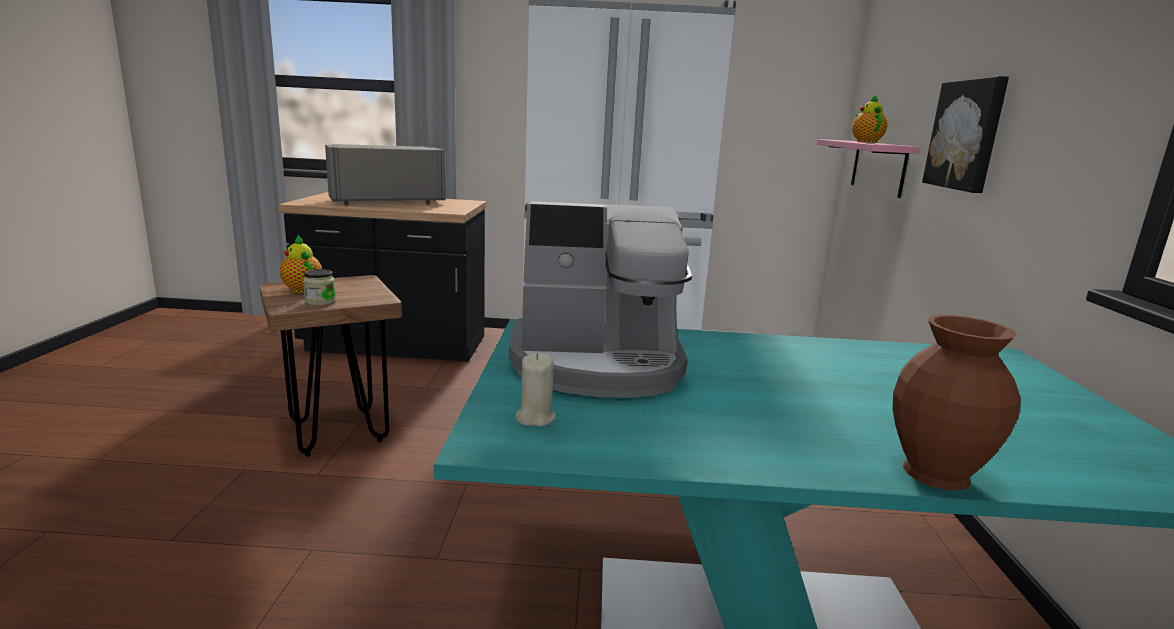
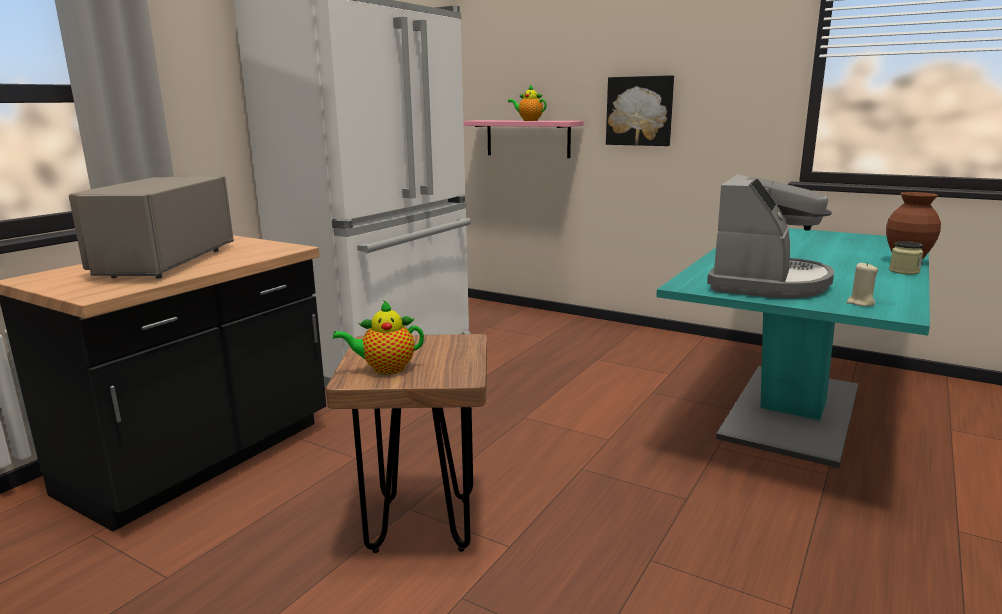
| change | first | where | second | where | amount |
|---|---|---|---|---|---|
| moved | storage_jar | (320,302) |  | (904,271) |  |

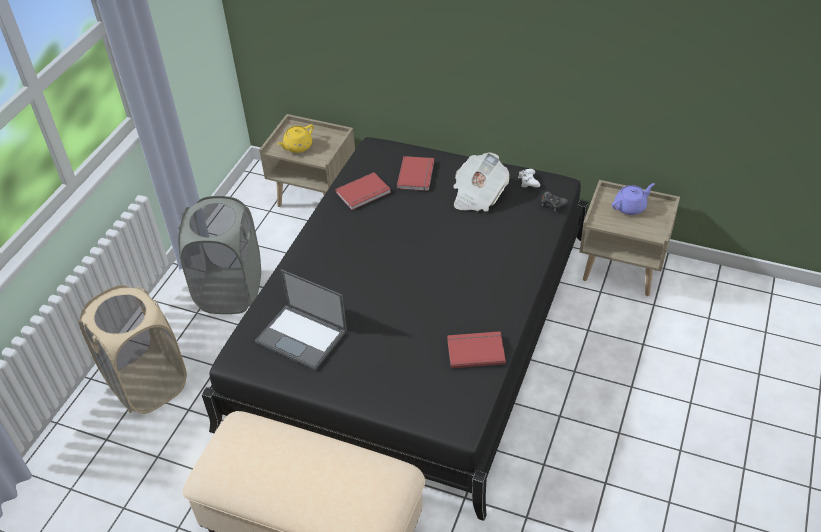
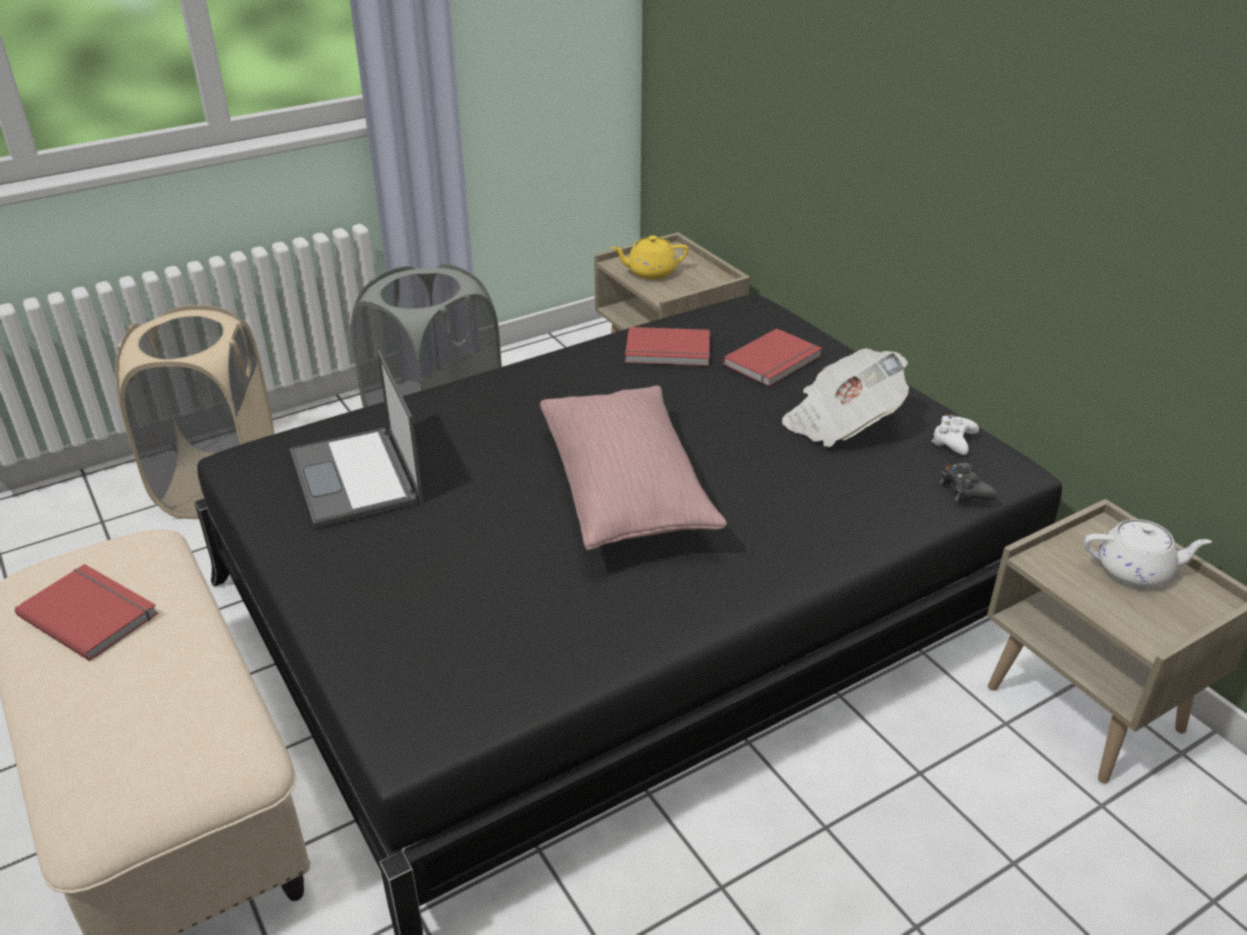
| change | first | where | second | where | amount |
|---|---|---|---|---|---|
| moved | red-coloured_volume | (475,350) |  | (91,613) |  |
| added |  |  | pinkish_cushion | (626,490) |  |
| recoloured | purplish_tea_pot | (630,207) | white-coloured_tea_pot | (1135,570) |  |

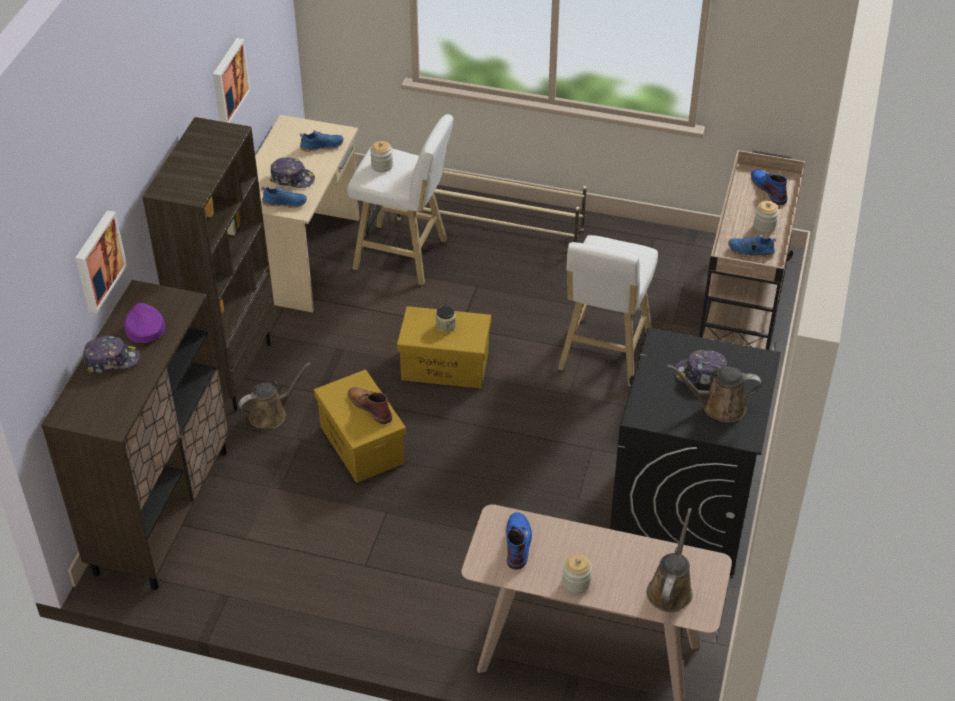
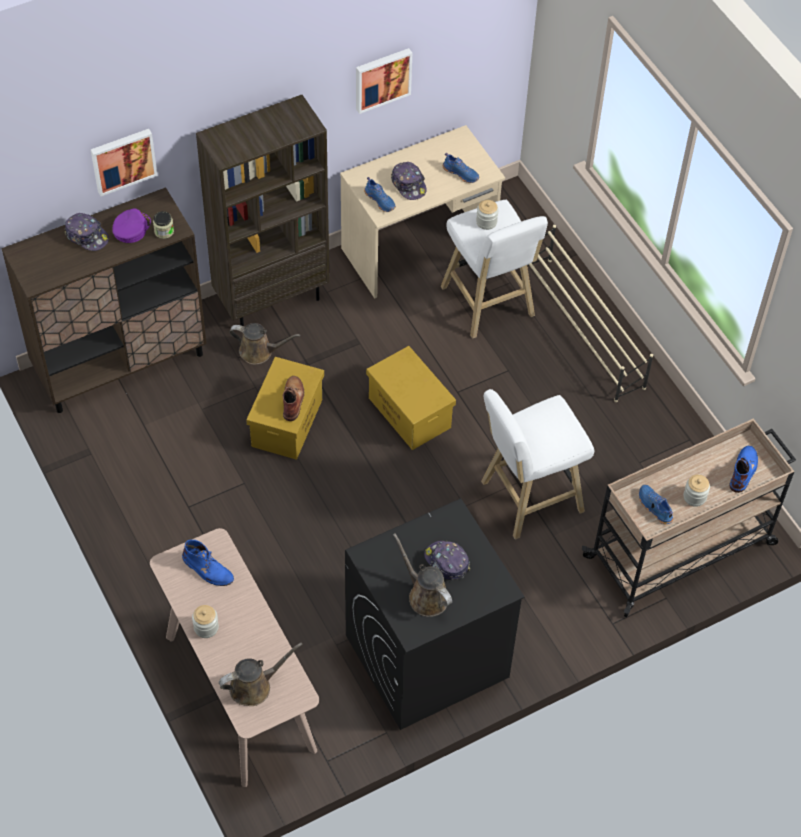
| change | first | where | second | where | amount |
|---|---|---|---|---|---|
| moved | storage_jar | (445,326) |  | (164,231) |  |
| turned | blue_boot | (517,542) |  | (208,569) | 75 degrees clockwise |

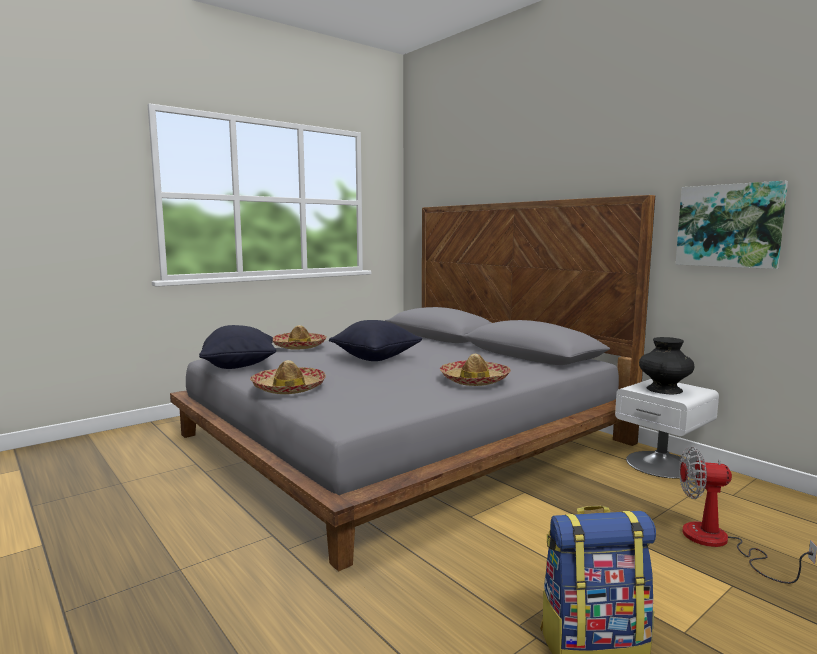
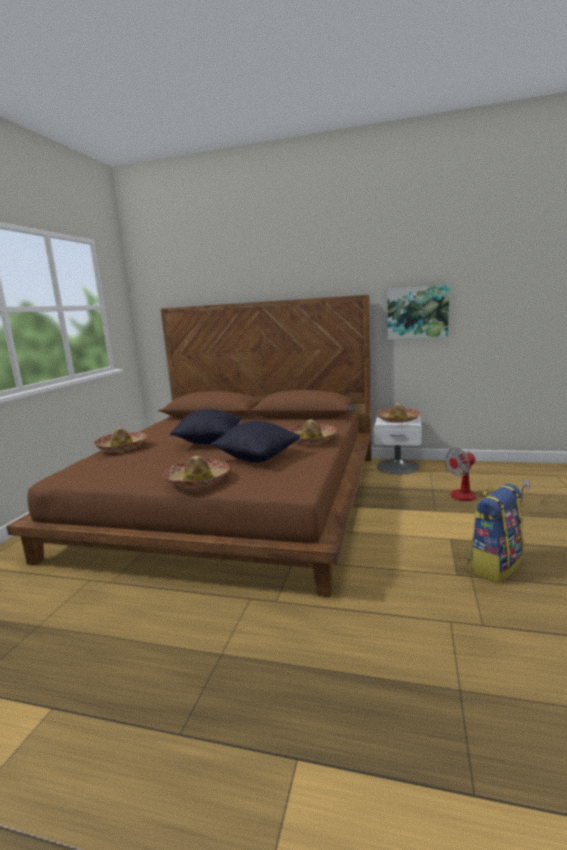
| change | first | where | second | where | amount |
|---|---|---|---|---|---|
| recoloured | greyish_bedroom_bed | (400,438) | brown-coloured_bedroom_bed | (231,501) |  |
| moved | black-coloured_cushion | (239,366) |  | (257,458) |  |
| replaced | black-coloured_vase | (664,389) | wearable_hat | (397,420) |  |

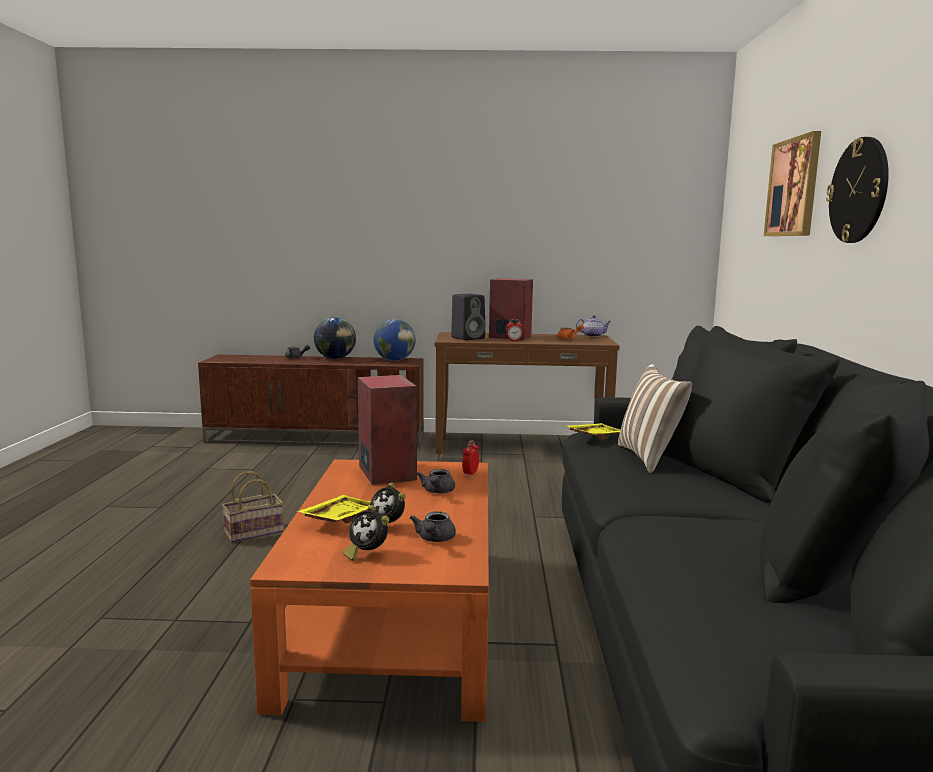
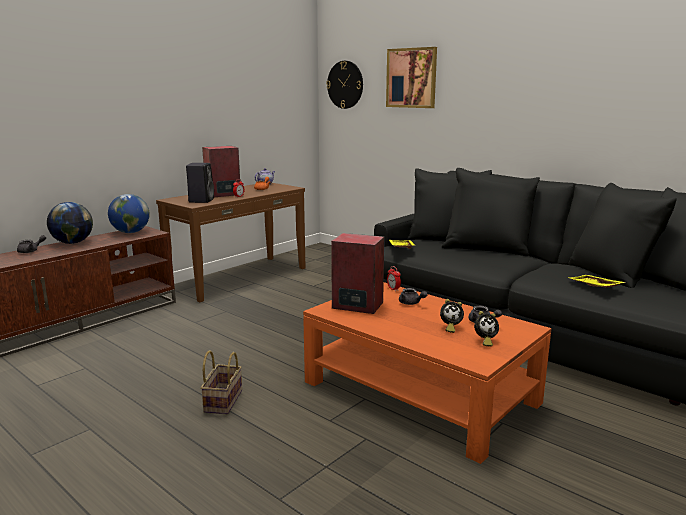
| change | first | where | second | where | amount |
|---|---|---|---|---|---|
| moved | wall_clock | (858,191) |  | (345,84) |  |
| moved | yellowish_tray | (339,518) |  | (594,287) |  |
| removed | cushion | (650,458) |  |  |  |

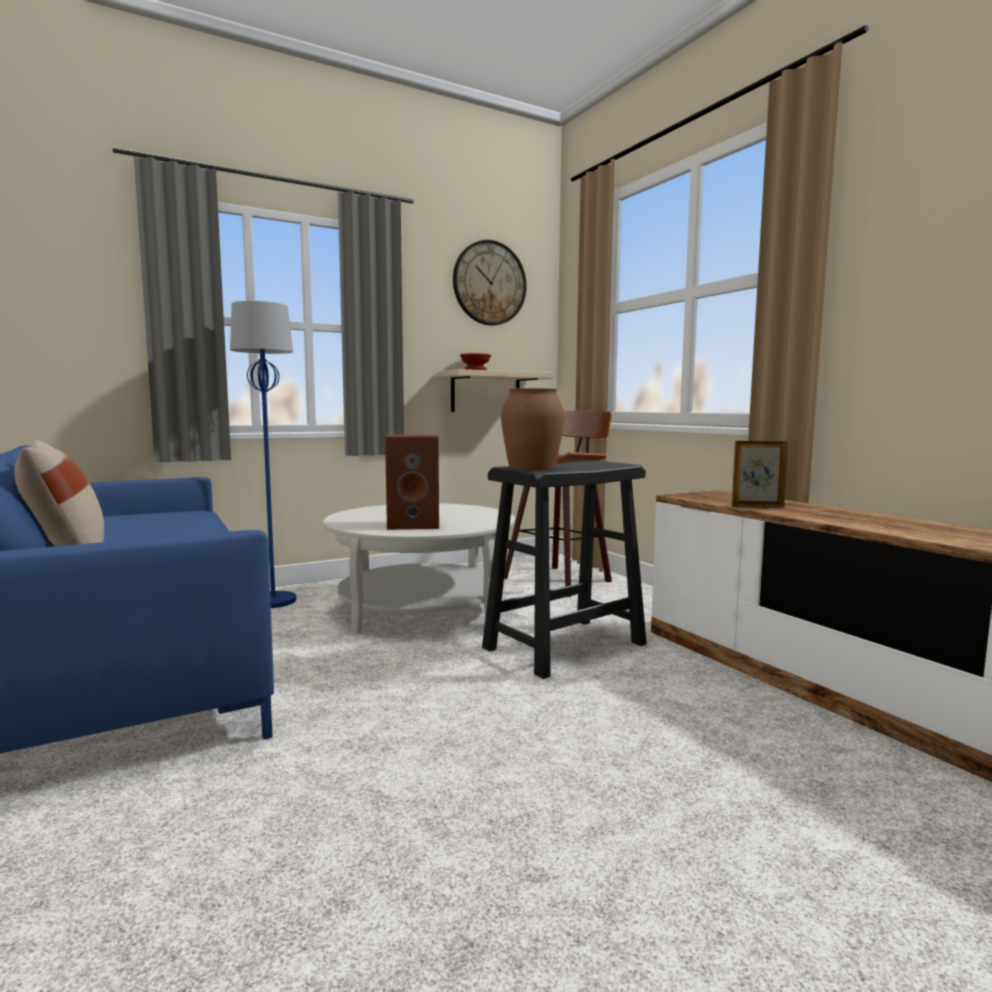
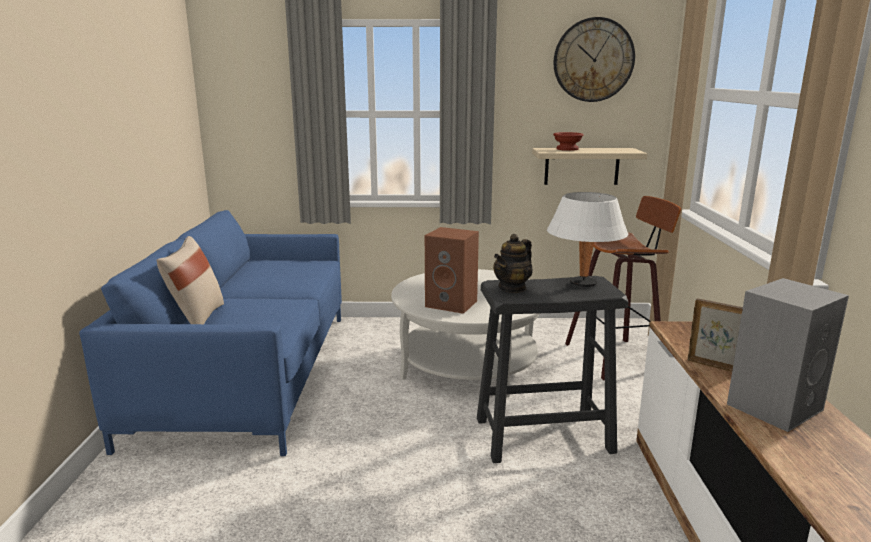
| change | first | where | second | where | amount |
|---|---|---|---|---|---|
| replaced | brown-coloured_vase | (532,467) | tea_pot | (512,288) |  |
| added |  |  | white-coloured_table_lamp | (582,284) |  |
| added |  |  | greyish_loudspeaker | (773,405) |  |
| removed | blue_standard_lamp | (273,601) |  |  |  |

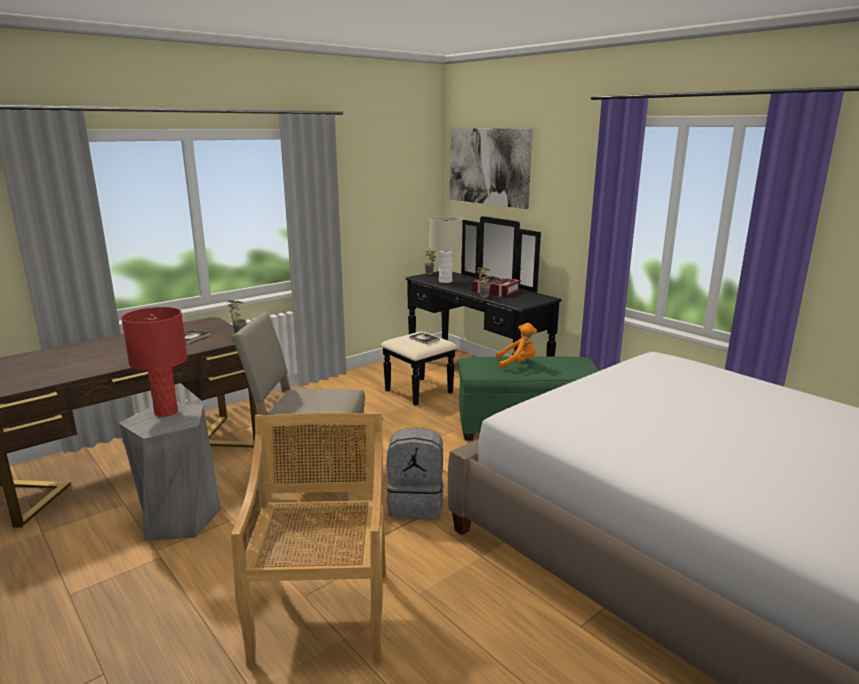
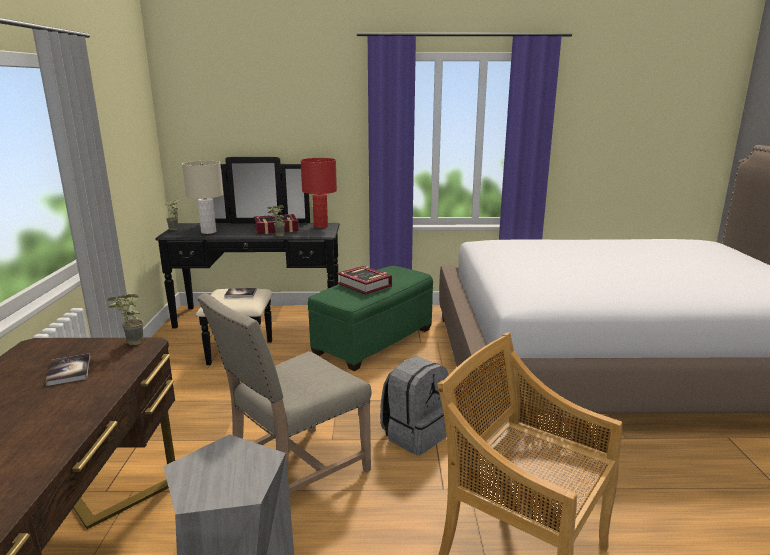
| change | first | where | second | where | amount |
|---|---|---|---|---|---|
| moved | red-coloured_table_lamp | (166,412) |  | (321,226) |  |
| replaced | orange-coloured_plush_toy | (517,364) | volume | (364,285) |  |
| removed | wall_picture | (488,166) |  |  |  |

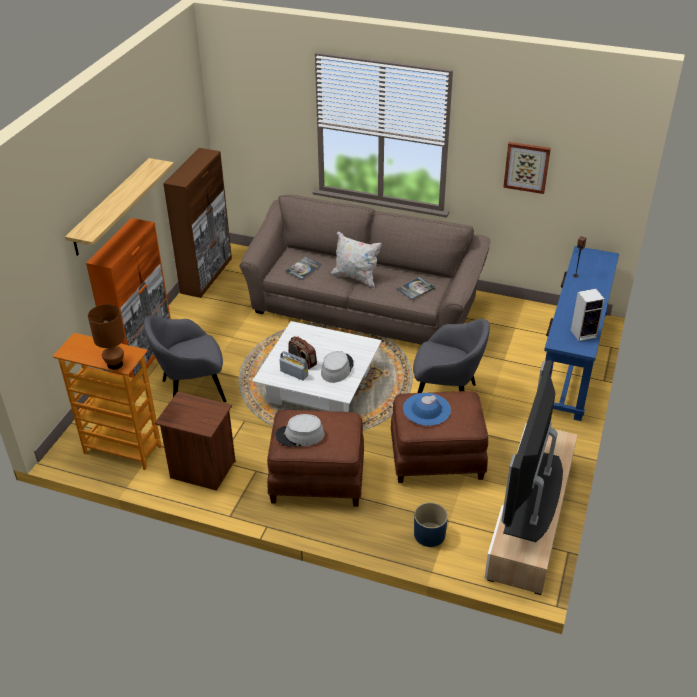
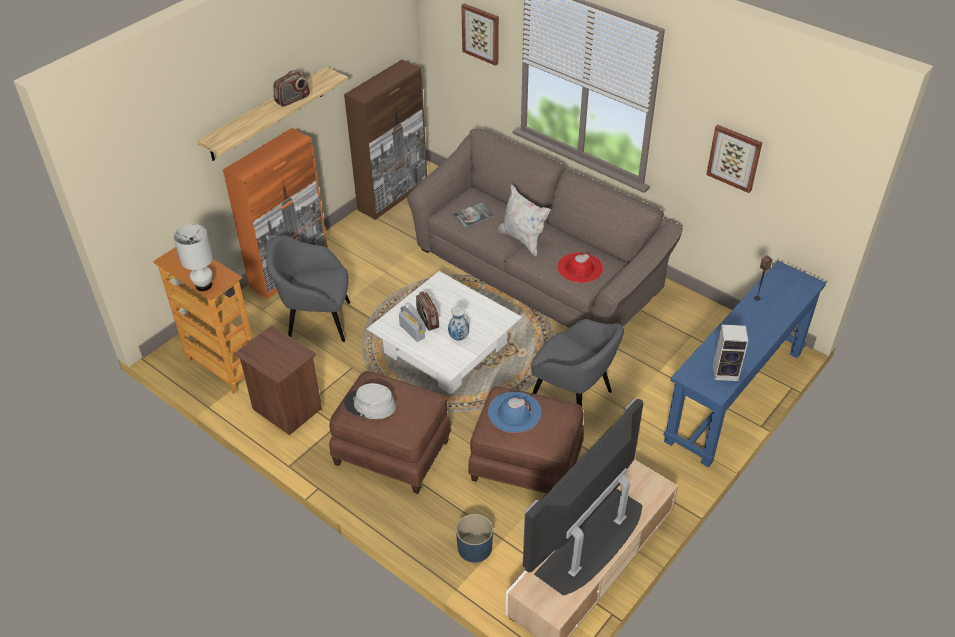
| change | first | where | second | where | amount |
|---|---|---|---|---|---|
| recoloured | brown-coloured_table_lamp | (115,364) | white-coloured_table_lamp | (203,286) |  |
| added |  |  | radio_set | (293,99) |  |
| replaced | greyish_wearable_hat | (337,368) | vase | (458,337) |  |
| added |  |  | wall_picture | (481,33) |  |
| replaced | volume | (415,289) | red-coloured_wearable_hat | (580,268) |  |

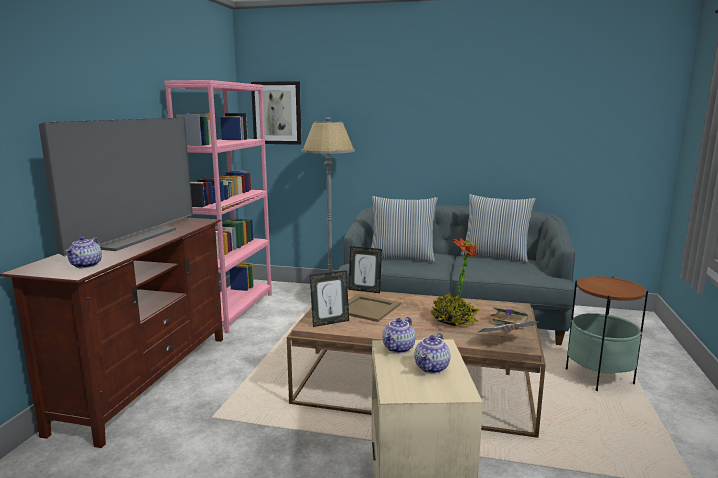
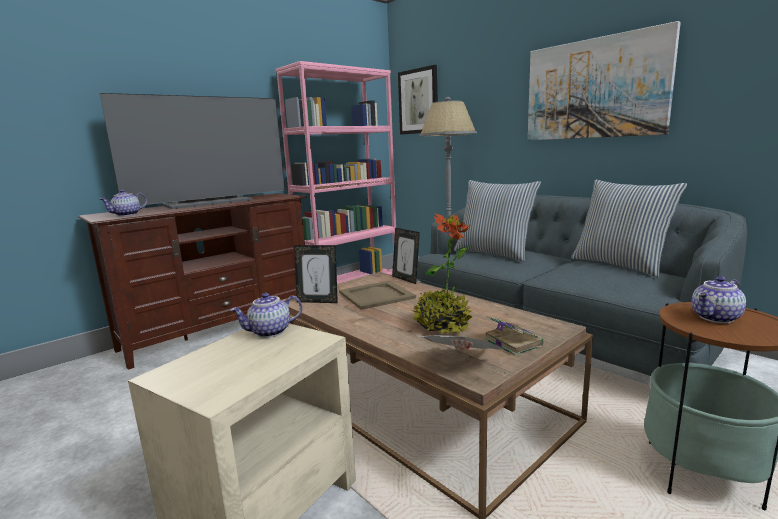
| change | first | where | second | where | amount |
|---|---|---|---|---|---|
| added |  |  | wall_picture | (594,89) |  |
| moved | tea_pot | (432,368) |  | (716,318) |  |

